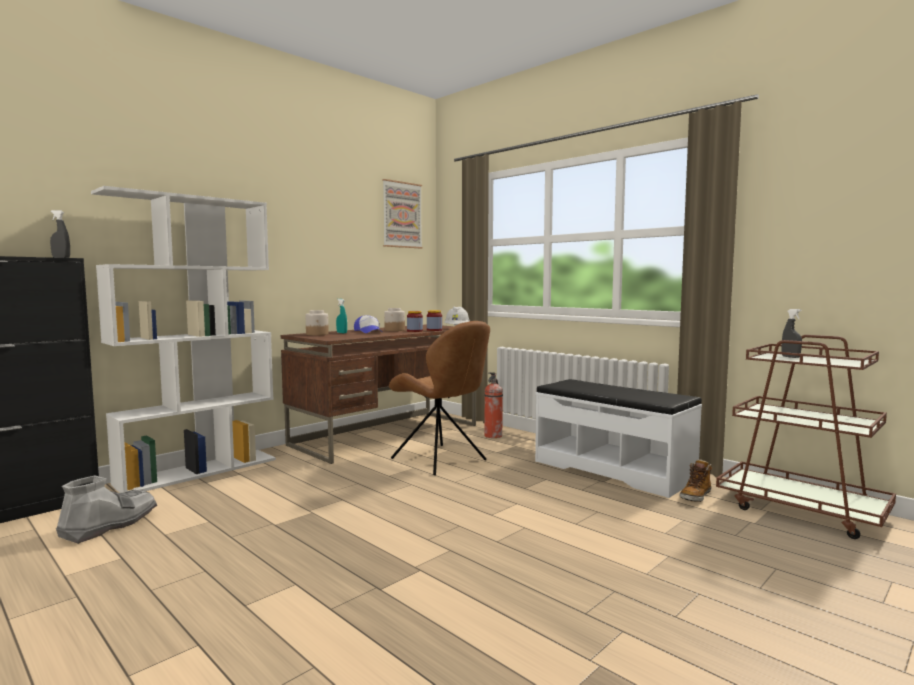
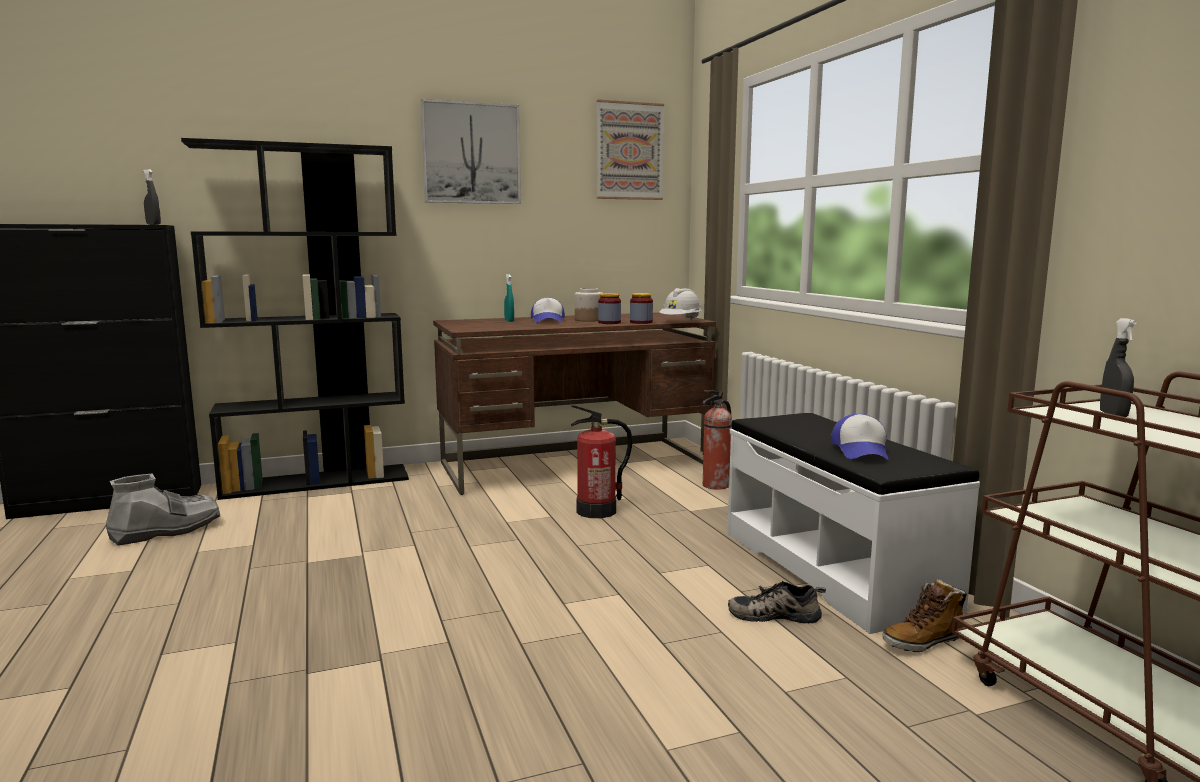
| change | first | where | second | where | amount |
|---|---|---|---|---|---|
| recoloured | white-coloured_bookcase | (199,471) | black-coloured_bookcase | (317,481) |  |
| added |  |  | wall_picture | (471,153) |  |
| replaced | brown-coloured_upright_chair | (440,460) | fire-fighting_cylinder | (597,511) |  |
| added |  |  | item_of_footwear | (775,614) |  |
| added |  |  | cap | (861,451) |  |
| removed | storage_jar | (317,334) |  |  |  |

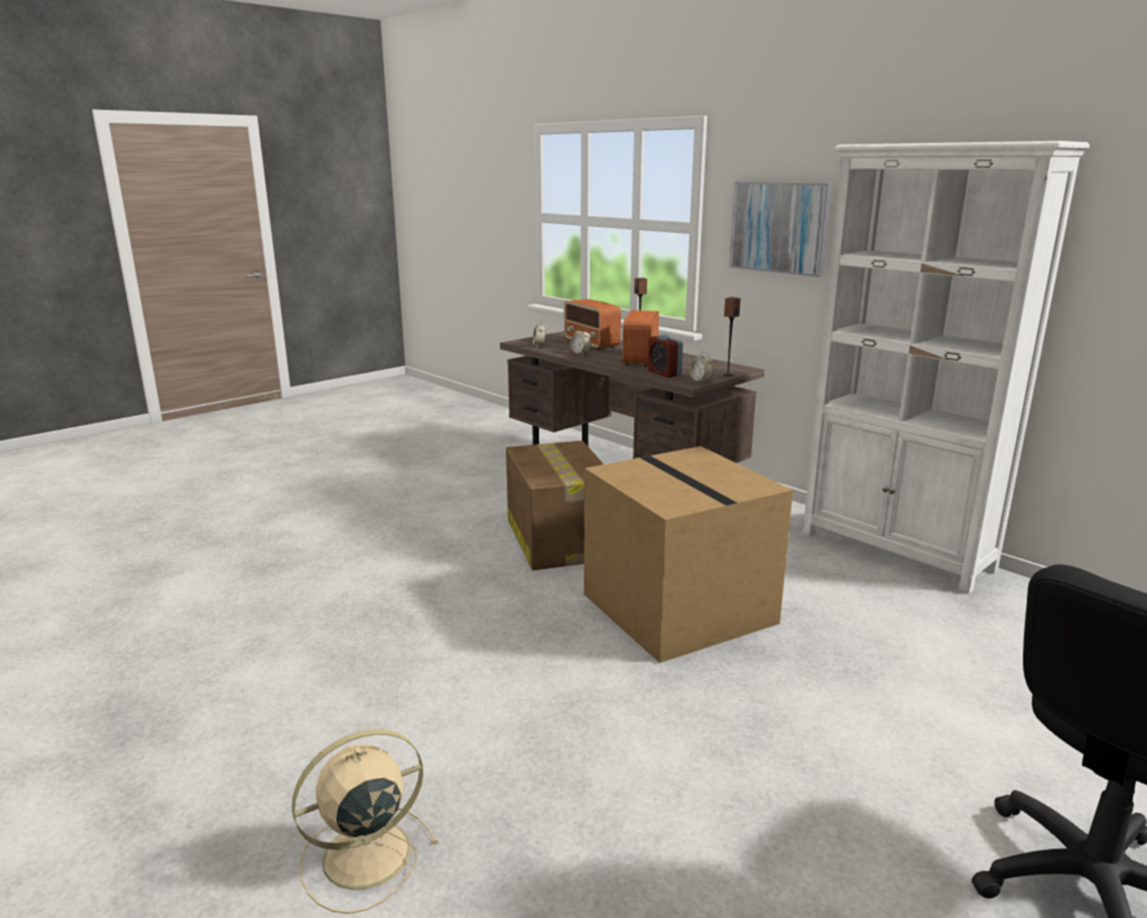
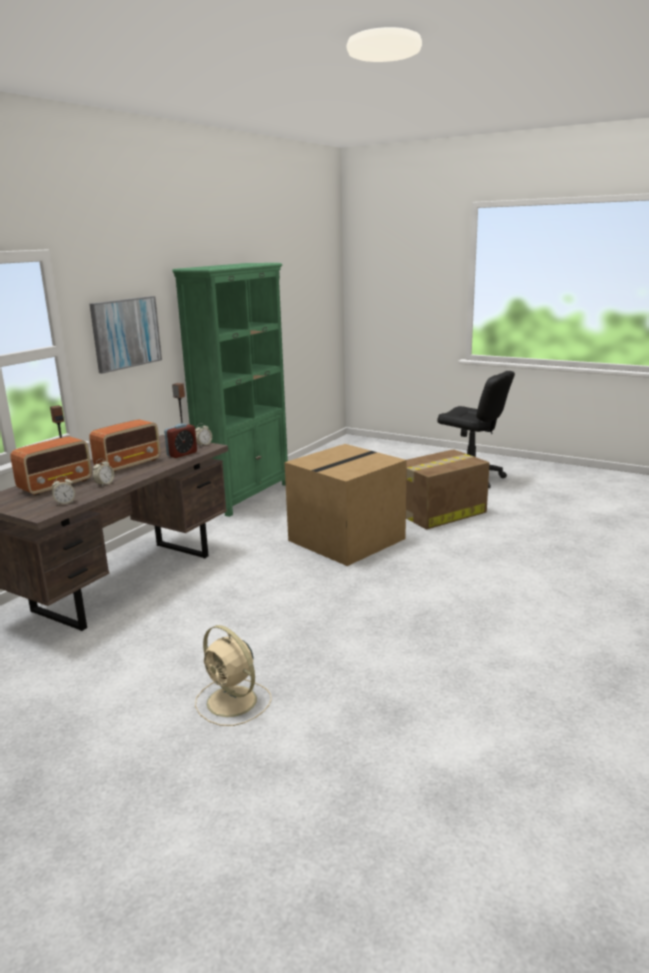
| change | first | where | second | where | amount |
|---|---|---|---|---|---|
| turned | radio_set | (640,359) |  | (129,464) | 45 degrees counterclockwise |
| recoloured | white-coloured_bookcase | (896,551) | greenish_bookcase | (246,496) |  |
| moved | beige-coloured_fan | (363,856) |  | (233,702) |  |
| moved | packing_box | (558,538) |  | (439,512) |  |

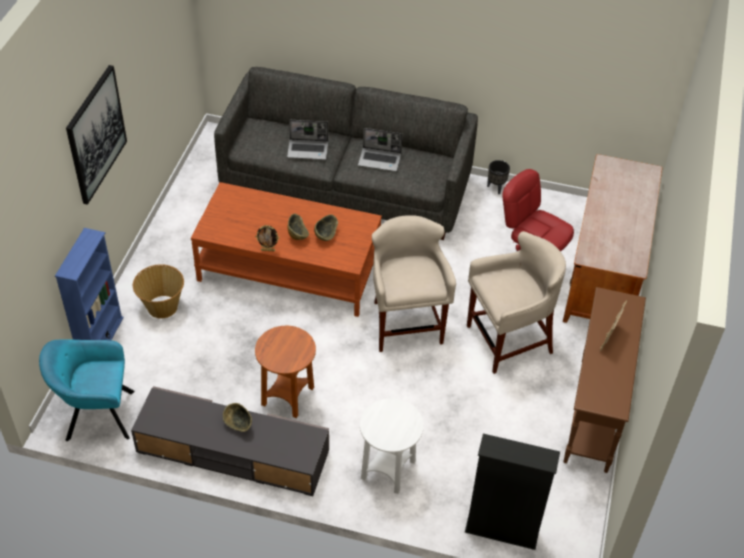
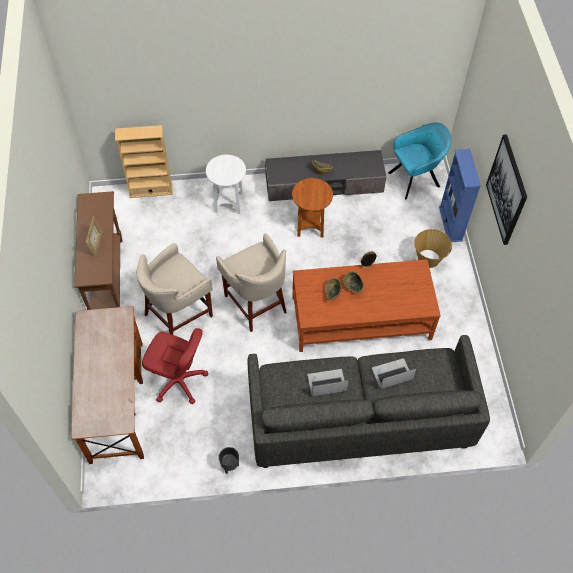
| change | first | where | second | where | amount |
|---|---|---|---|---|---|
| recoloured | black-coloured_bookcase | (501,531) | beige-coloured_bookcase | (151,190) |  |

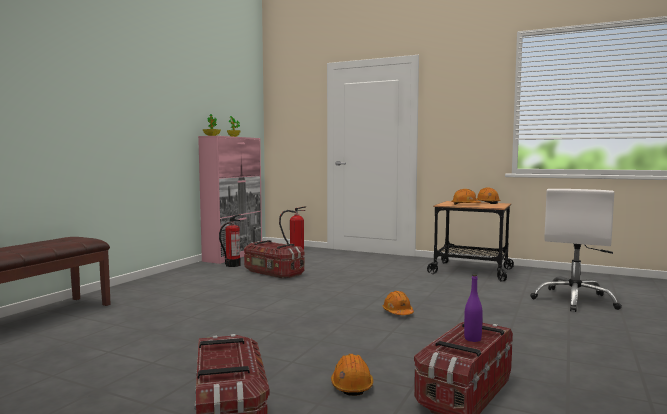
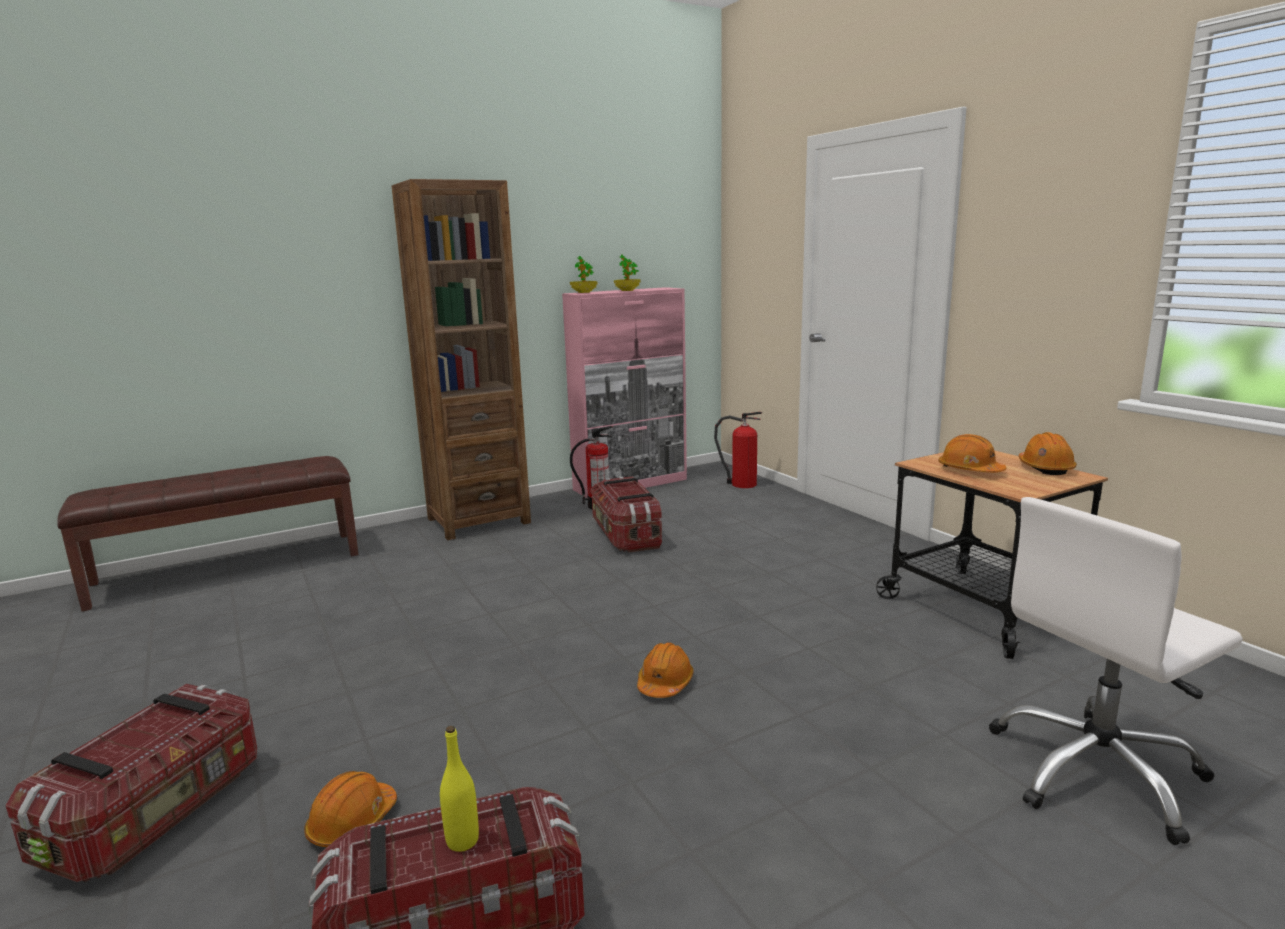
| change | first | where | second | where | amount |
|---|---|---|---|---|---|
| added |  |  | brown-coloured_bookcase | (478,520) |  |
| recoloured | purplish_bottle | (472,339) | yellowish_bottle | (462,841) |  |

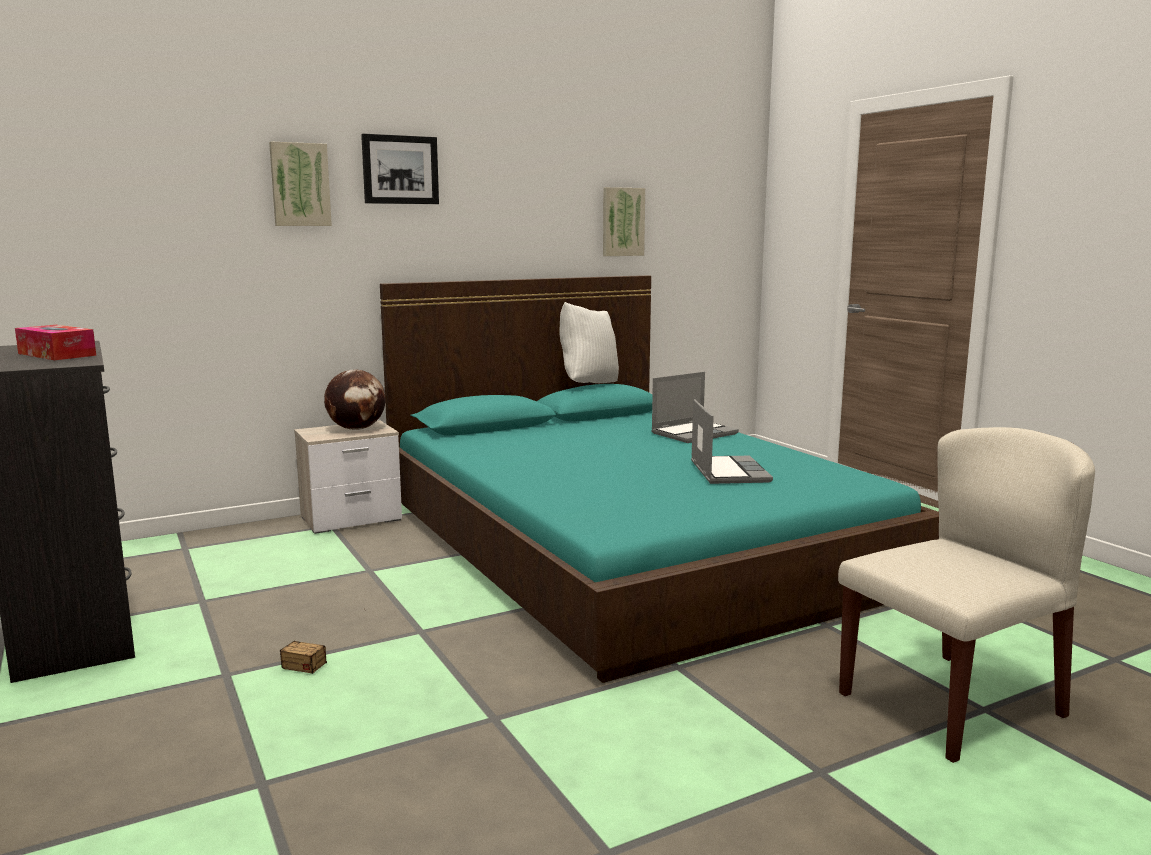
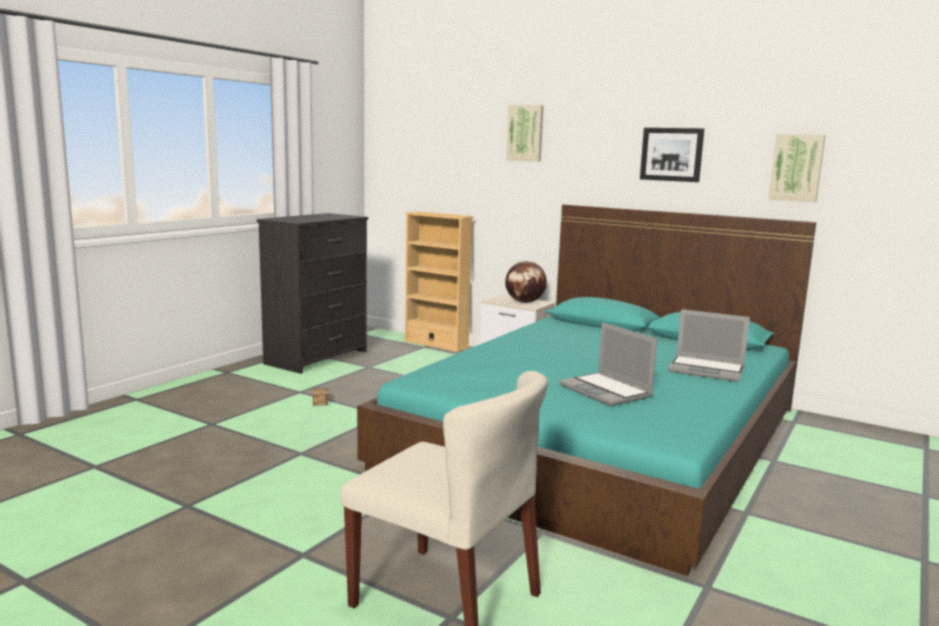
| change | first | where | second | where | amount |
|---|---|---|---|---|---|
| added |  |  | beige-coloured_bookcase | (436,344) |  |
| turned | laptop | (727,472) |  | (607,391) | 90 degrees clockwise |
| moved | wall_picture | (400,170) |  | (671,154) |  |
| removed | tissue_holder | (57,354) |  |  |  |
| removed | white-coloured_cushion | (588,384) |  |  |  |

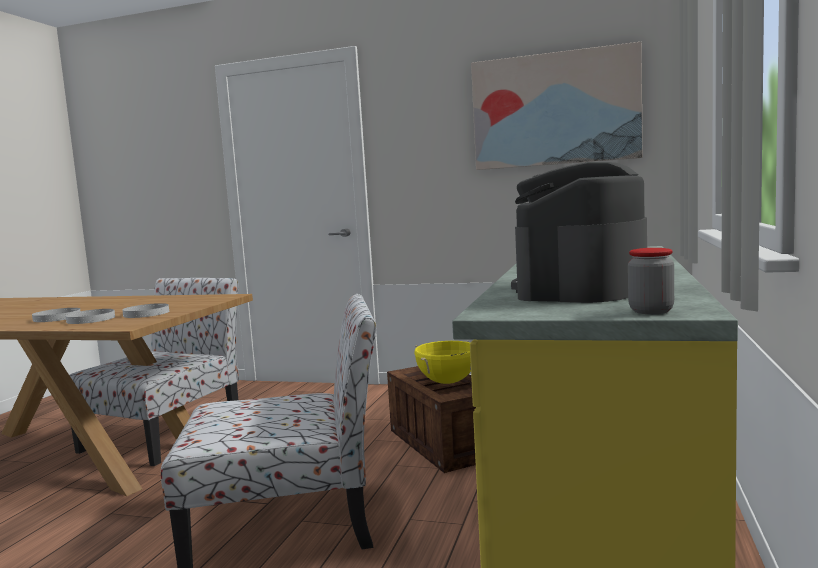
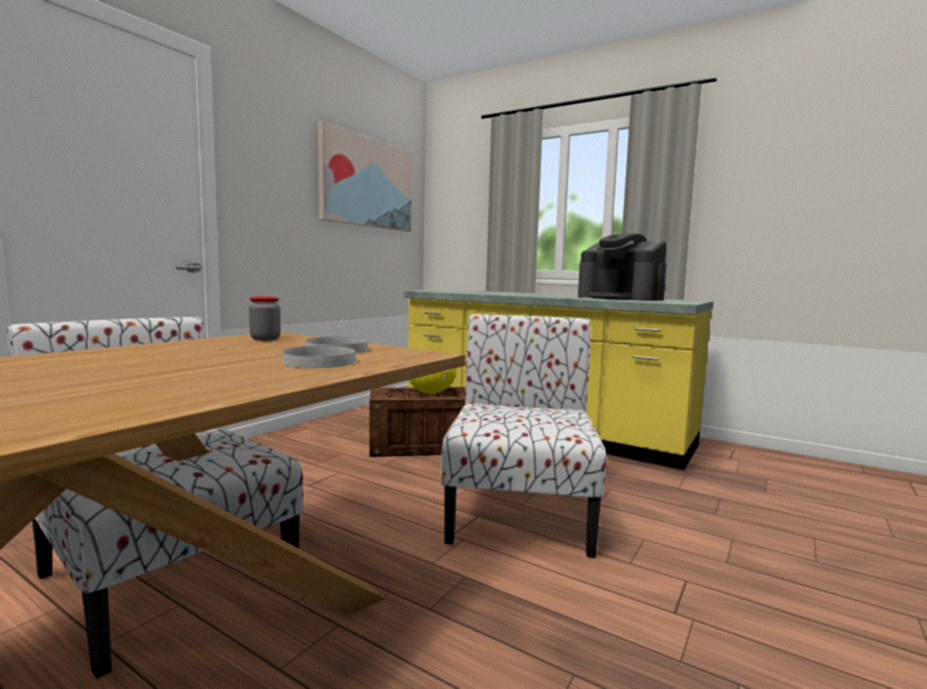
| change | first | where | second | where | amount |
|---|---|---|---|---|---|
| moved | storage_jar | (651,311) |  | (265,339) |  |
| removed | white-coloured_plate | (56,318) |  |  |  |

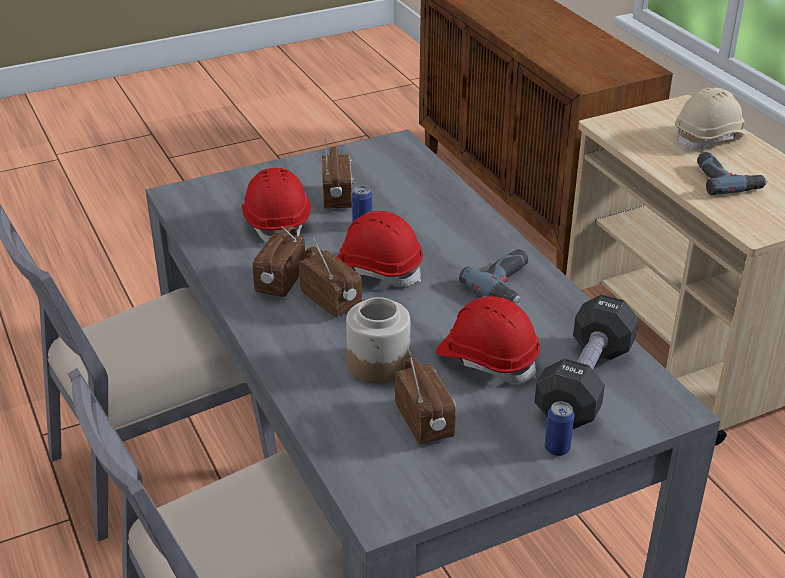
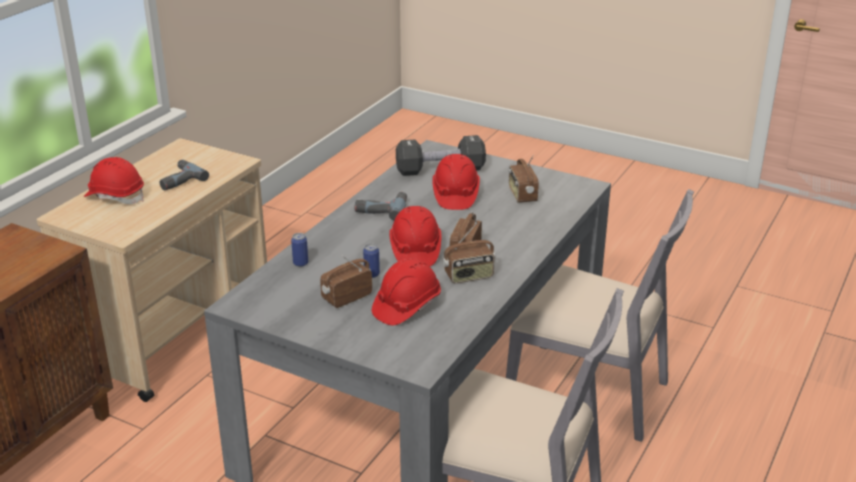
| change | first | where | second | where | amount |
|---|---|---|---|---|---|
| recoloured | beige-coloured_work_helmet | (710,138) | red-coloured_work_helmet | (115,196) |  |
| moved | metal_can | (557,448) |  | (300,263) |  |
| turned | radio_set | (425,422) |  | (522,195) | 45 degrees counterclockwise |
| removed | storage_jar | (379,363) |  |  |  |

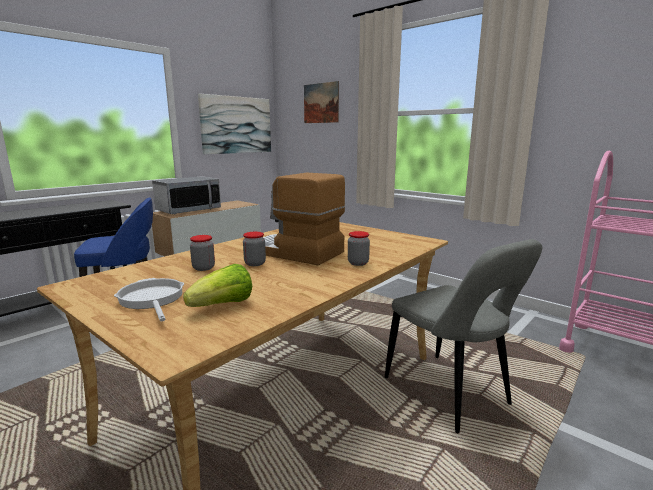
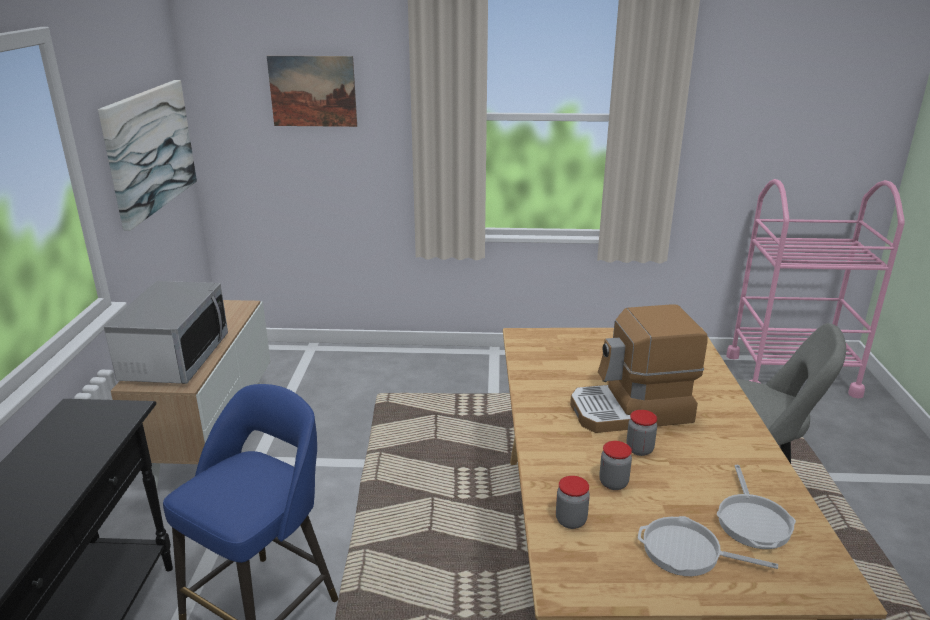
| change | first | where | second | where | amount |
|---|---|---|---|---|---|
| moved | storage_jar | (358,263) |  | (571,520) |  |
| replaced | lettuce_head | (223,305) | pan | (752,521) |  |

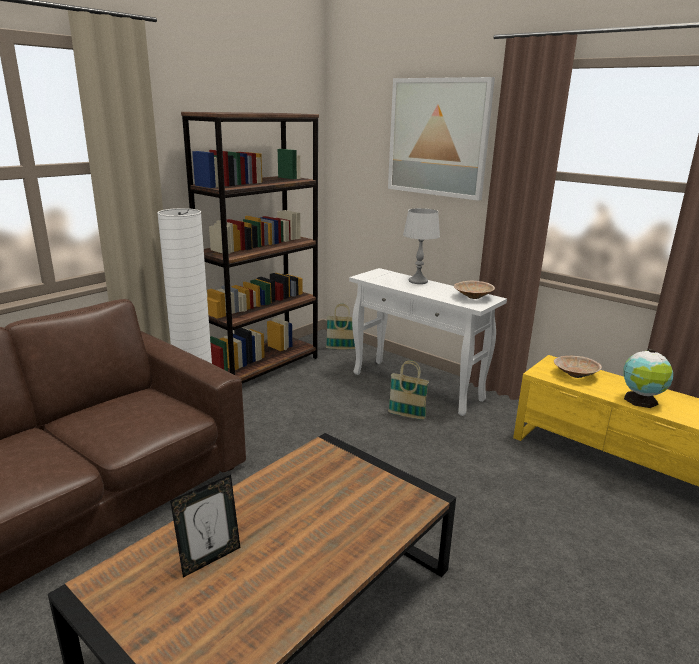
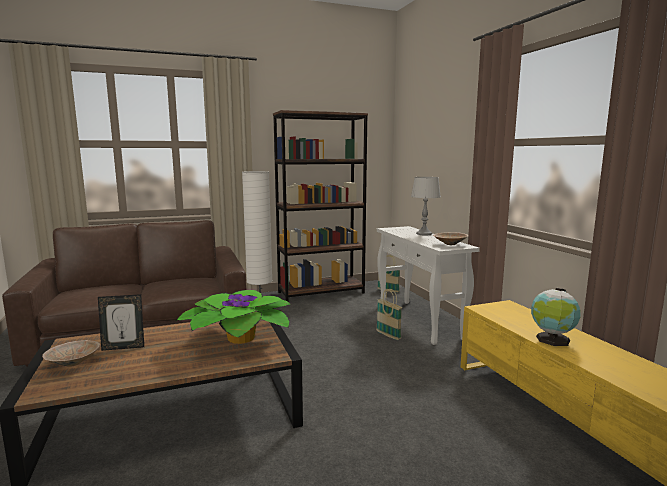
| change | first | where | second | where | amount |
|---|---|---|---|---|---|
| moved | beige-coloured_bowl | (574,375) |  | (73,363) |  |
| added |  |  | houseplant | (239,339) |  |
| removed | wall_picture | (438,138) |  |  |  |

